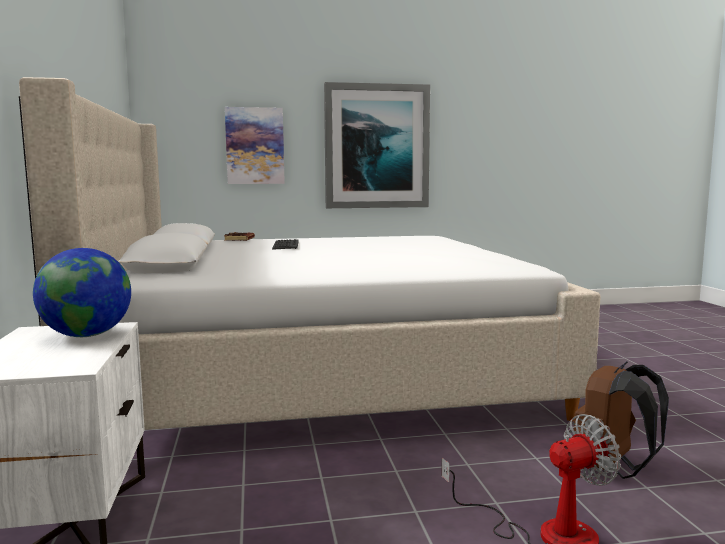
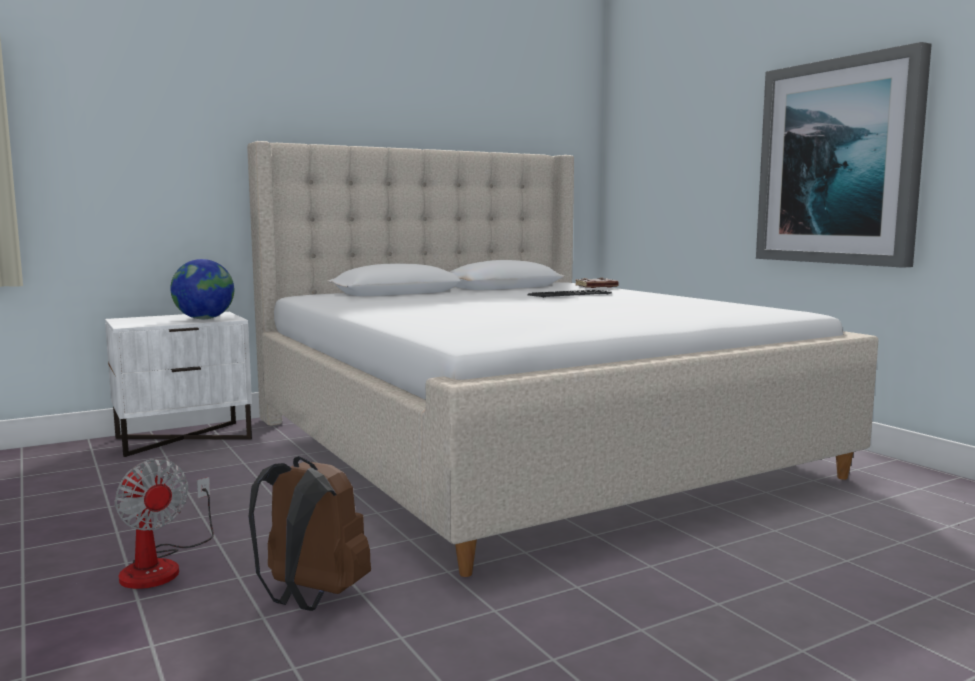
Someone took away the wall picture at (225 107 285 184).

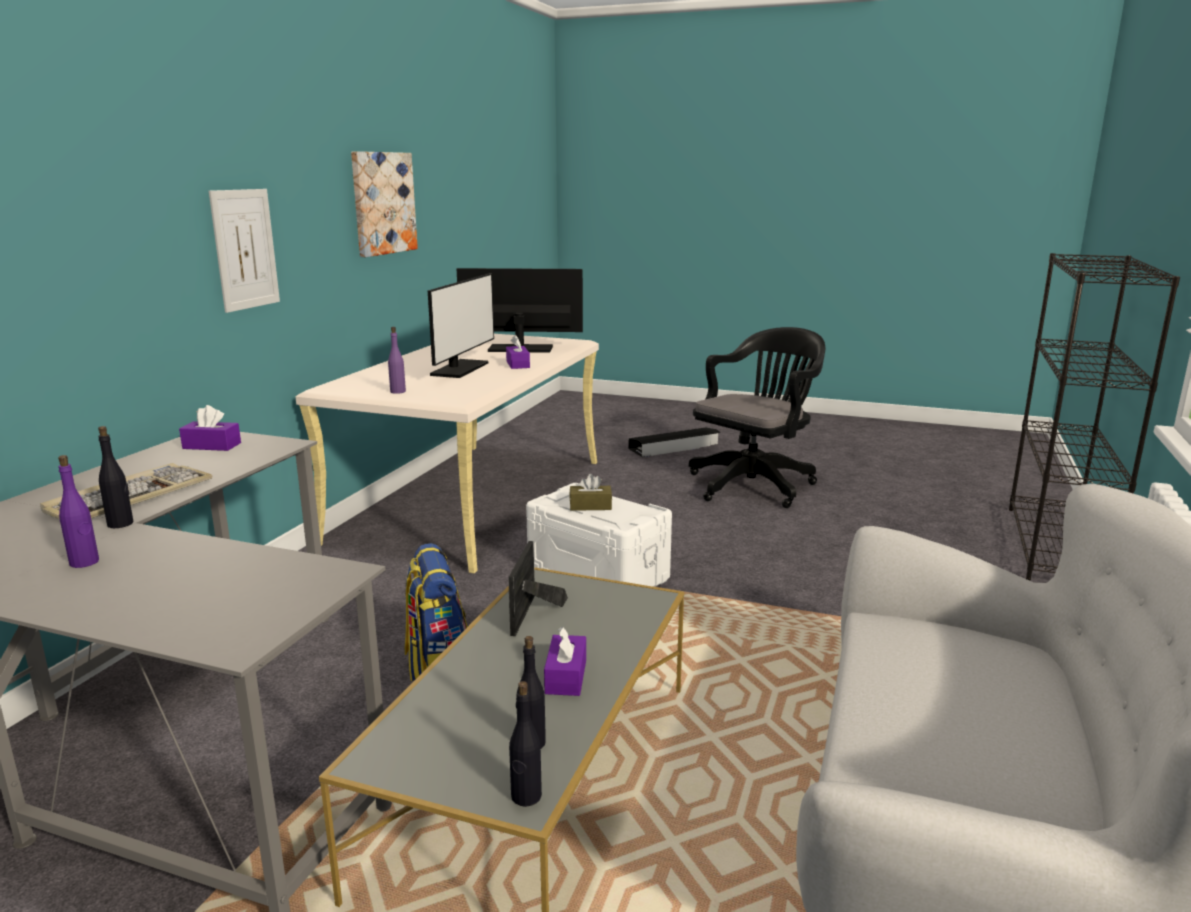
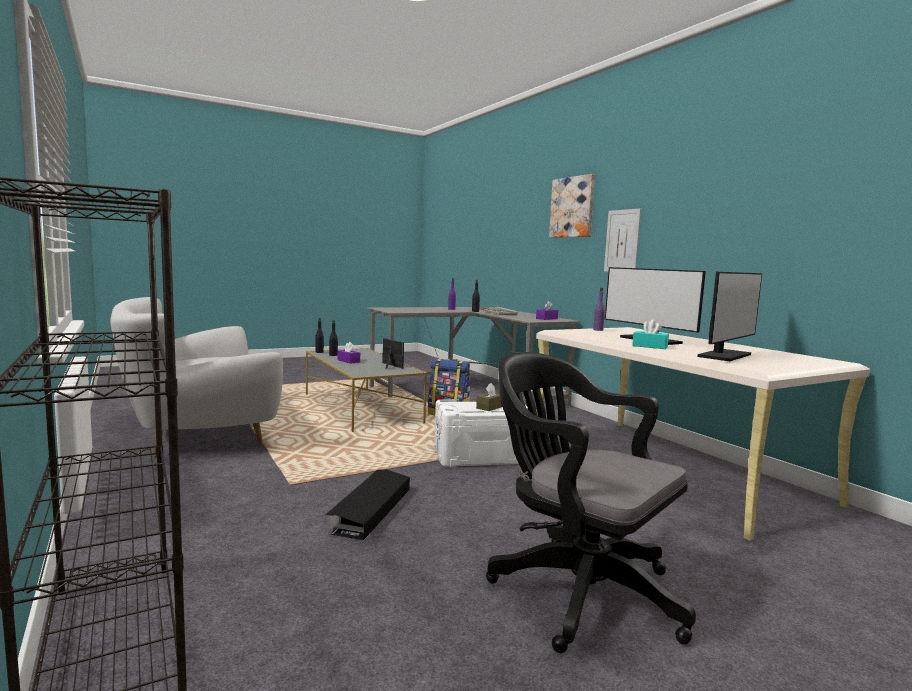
Someone carried the black-coloured storage container from (628 427 721 457) to (325 469 410 540).
Someone rotated the black-coloured computer chair at (689 327 825 508) by 135 degrees clockwise.
Someone carried the wall picture from (351 151 418 257) to (549 174 595 238).
Someone repainted the purplish tissue box at (506 335 530 369), which became the turquoise-coloured tissue box at (632 320 669 349).

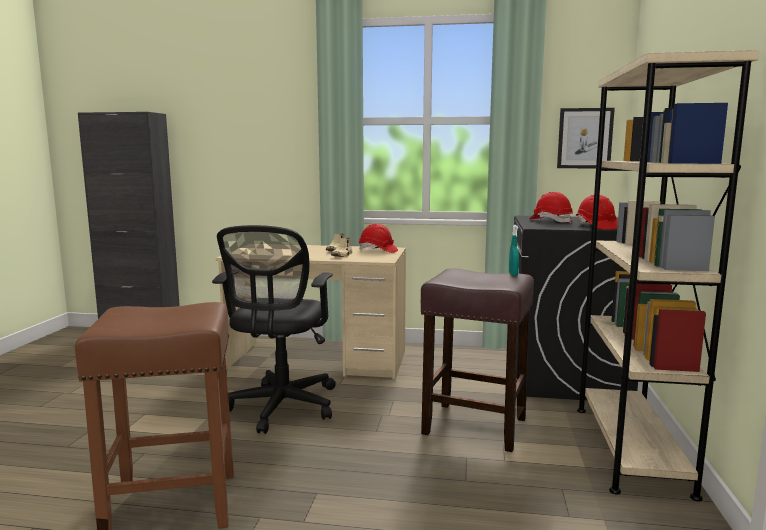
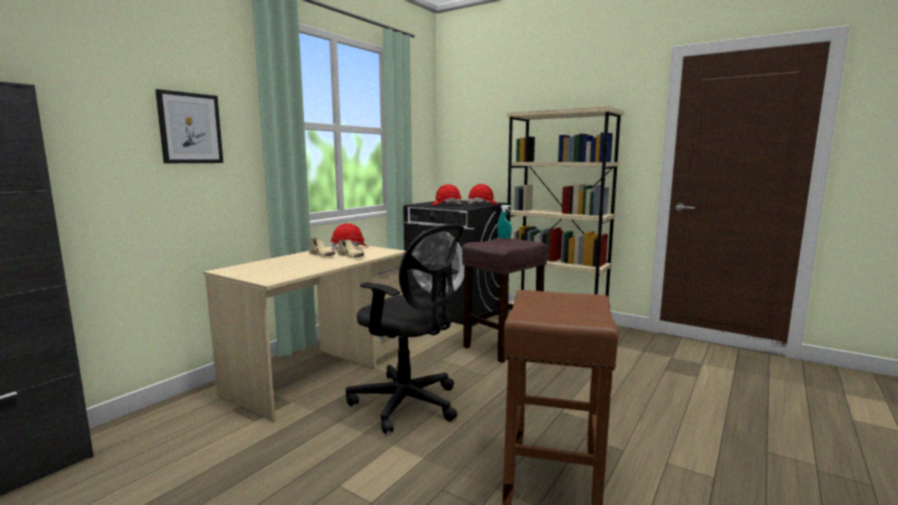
Someone carried the wall picture from (557 108 615 168) to (155 89 223 163).

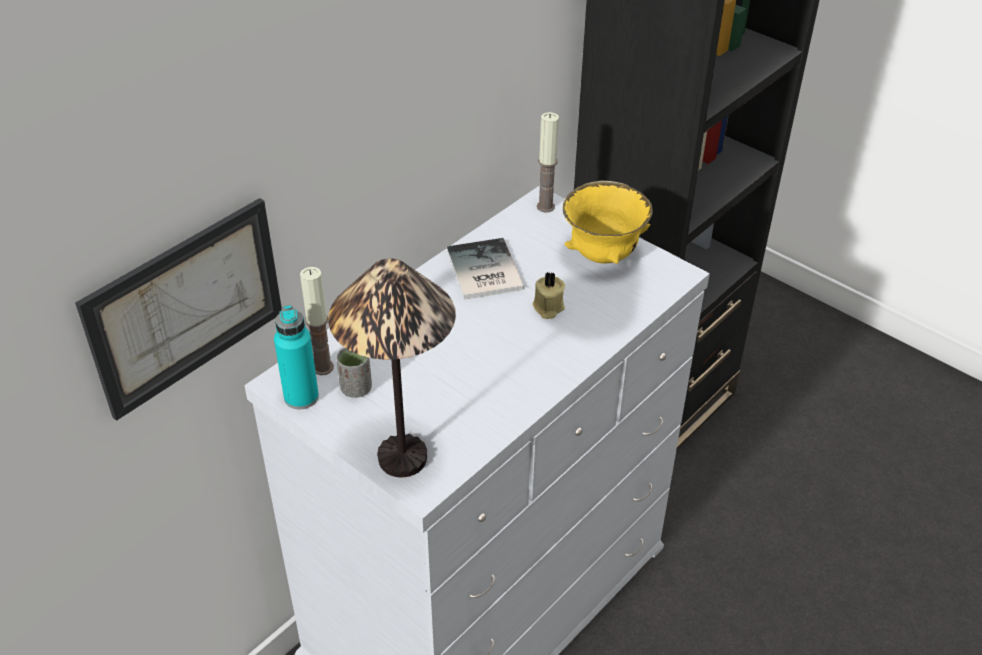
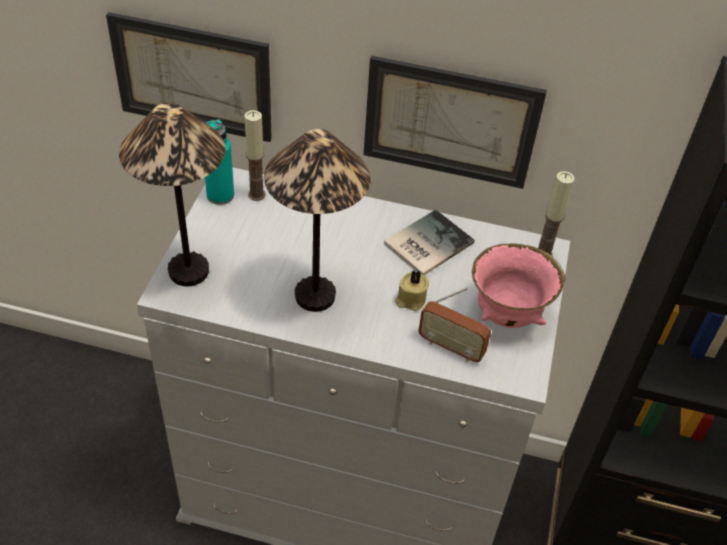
Someone put down the tabletop lamp at (264 129 371 312).
Someone put up the wall picture at (364 56 547 189).
Someone put down the radio set at (418 288 491 362).
Someone repainted the yellow serving bowl at (563 181 653 264), which became the pink-coloured serving bowl at (472 244 565 328).
Someone took away the greyish small cup at (336 347 372 398).

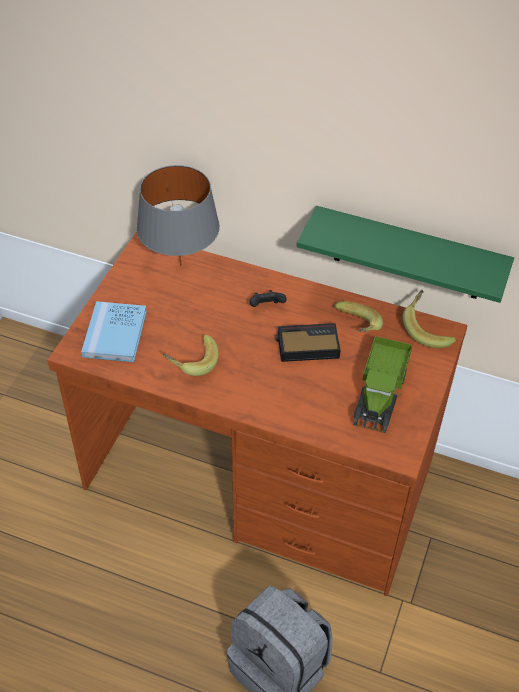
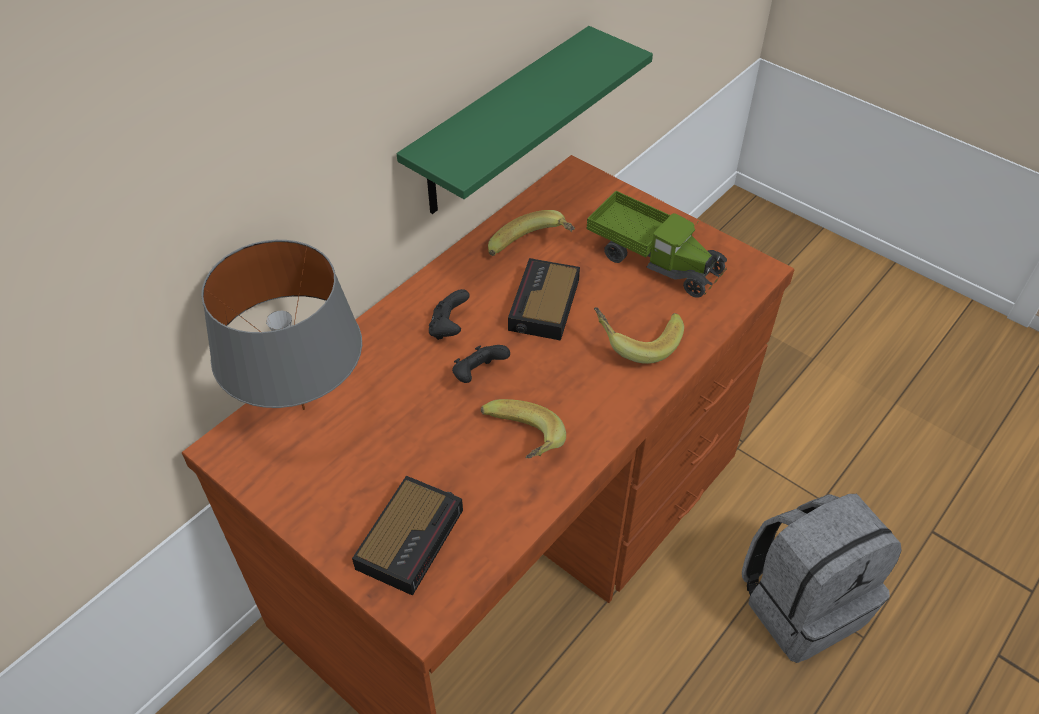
Someone swapped the bluish volume at (81 301 147 362) for the bedside clock at (352 476 463 596).
Someone put down the black-coloured joypad at (452 345 510 383).
Someone carried the banana from (403 289 456 348) to (594 307 684 364).

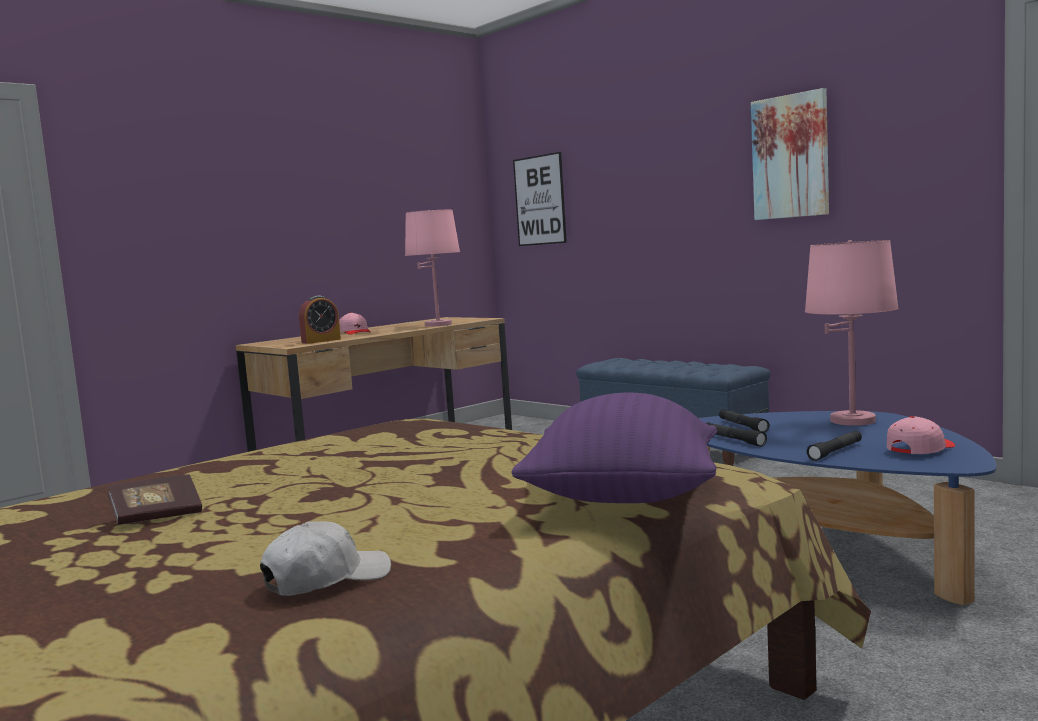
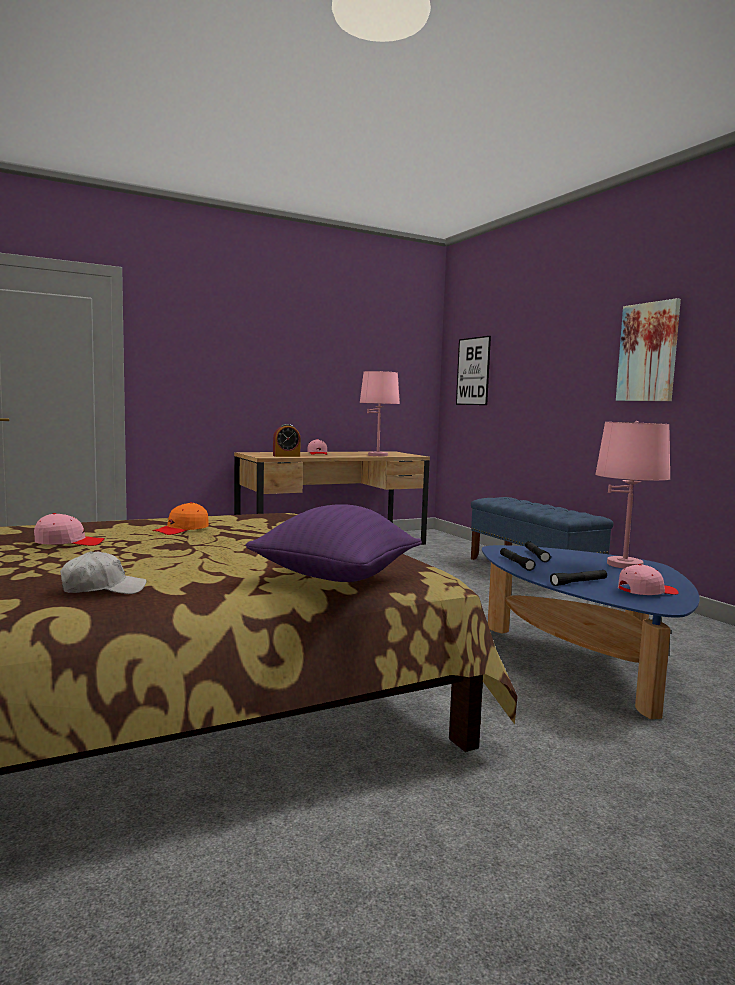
Someone swapped the volume at (108 474 202 525) for the pink-coloured peaked cap at (34 513 105 546).
Someone put down the orange-coloured peaked cap at (152 502 209 535).

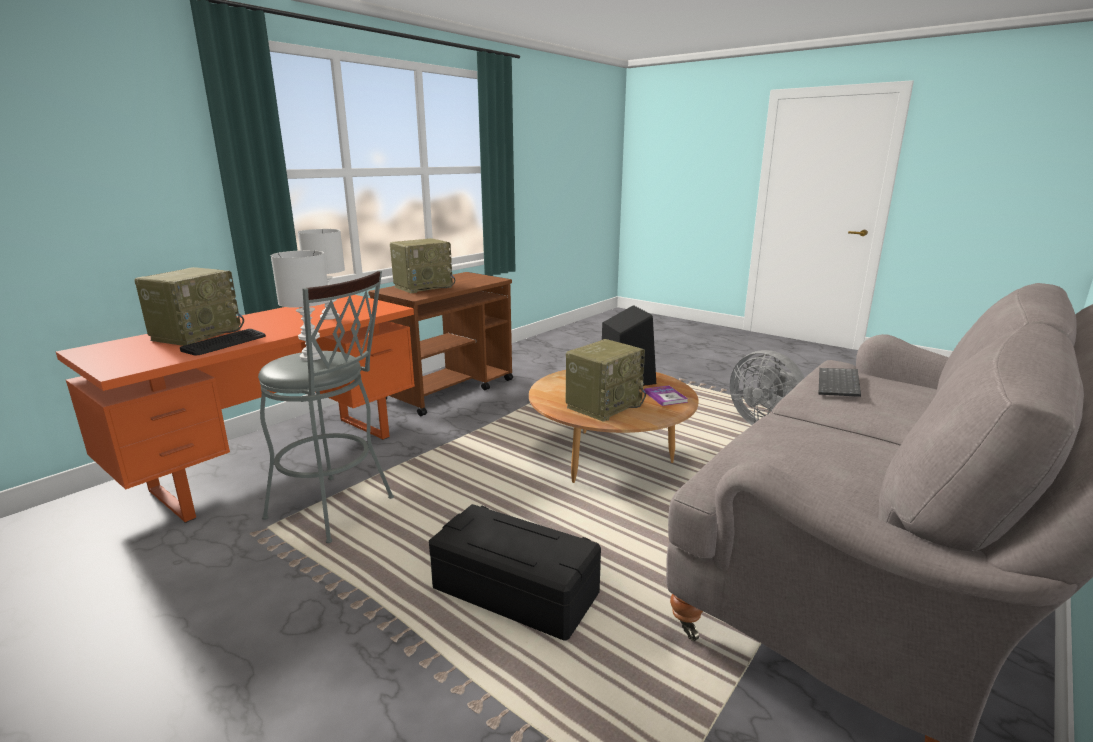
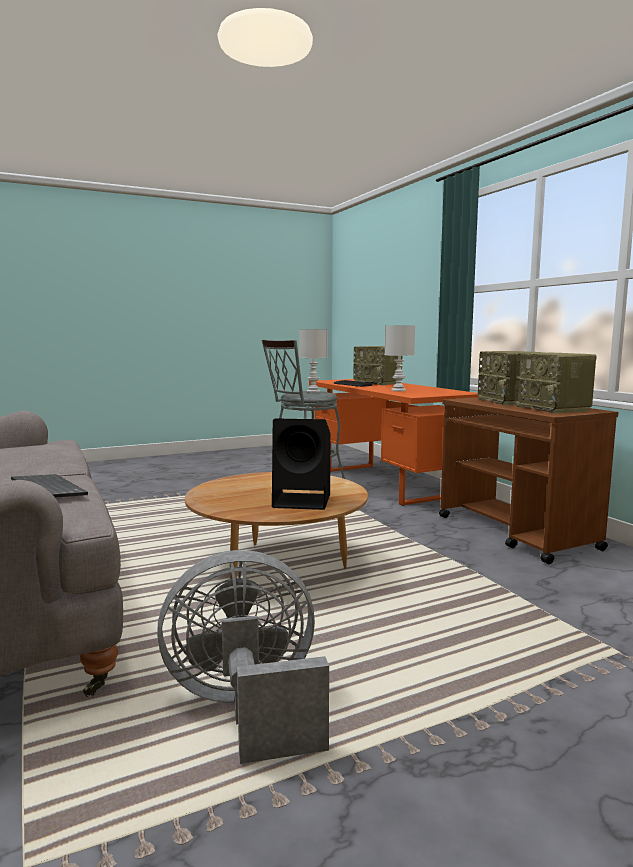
Someone carried the radio set from (566 339 646 422) to (515 353 597 413).
Someone took away the black-coloured storage container at (429 504 601 641).
Someone took away the volume at (644 385 688 406).

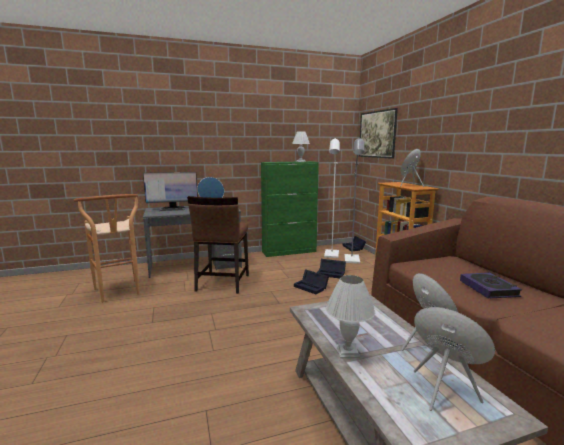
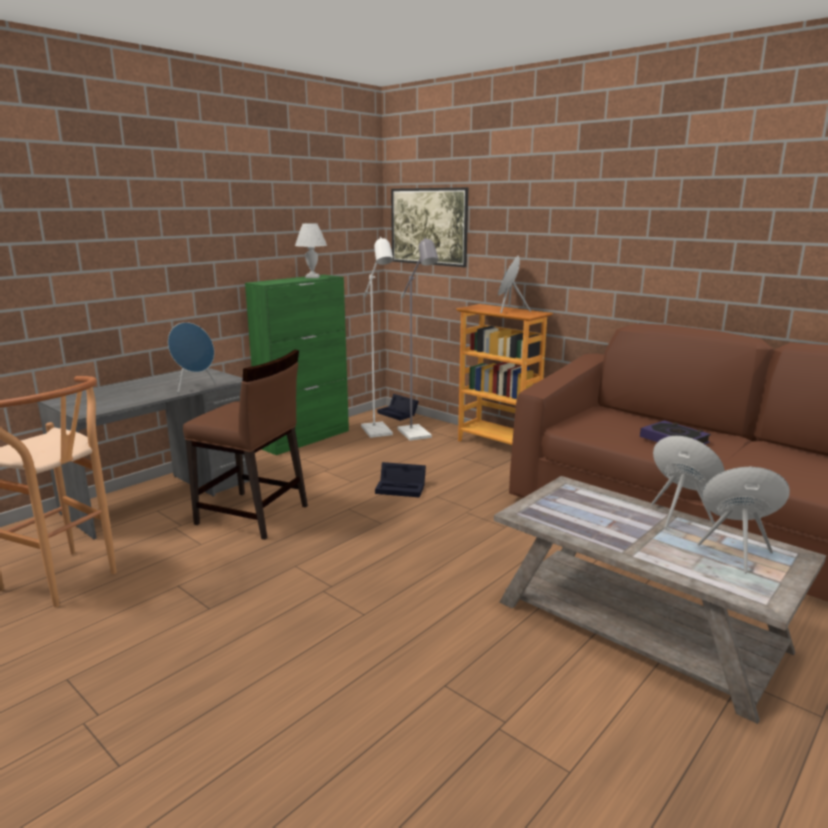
Someone rotated the brownish upright chair at (187 196 249 294) by 45 degrees counterclockwise.
Someone took away the monitor at (143 172 198 211).
Someone took away the black-coloured storage container at (317 259 346 279).
Someone took away the white tabletop lamp at (326 275 375 358).

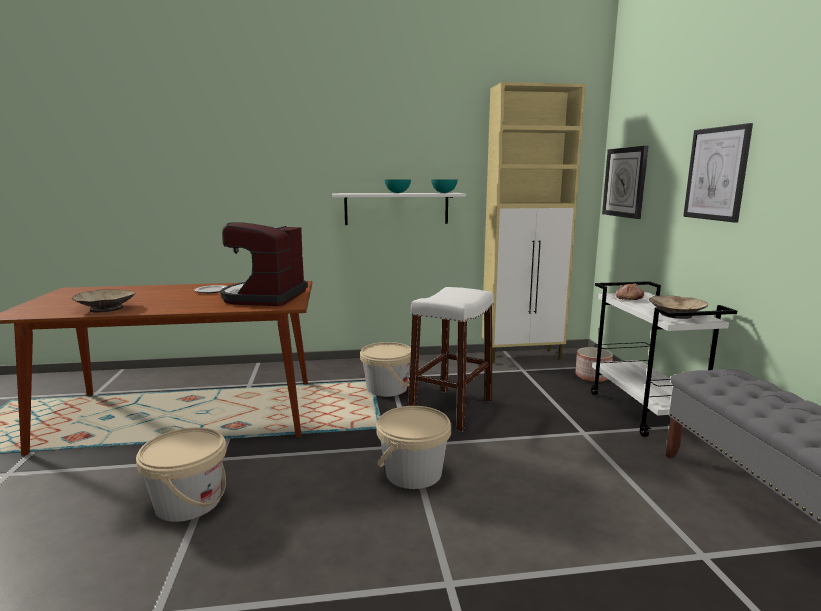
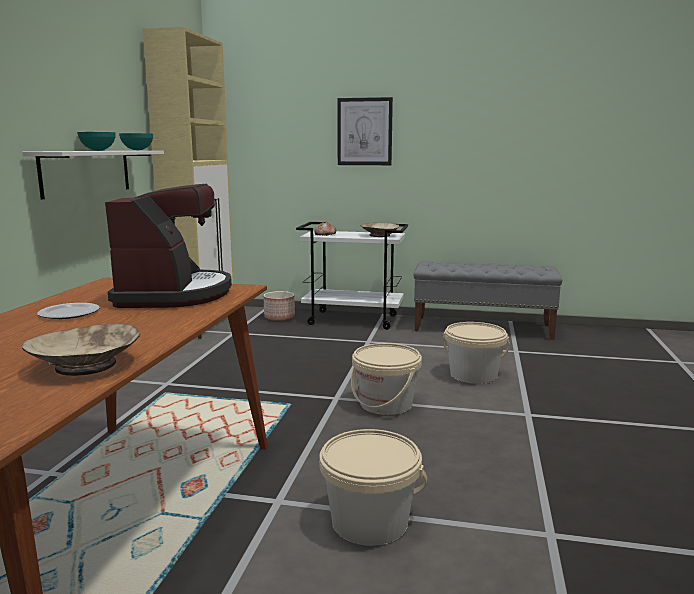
Someone rotated the coffee brewer at (220 222 308 306) by 120 degrees counterclockwise.
Someone carried the beige-coloured water bucket from (360 342 411 397) to (442 322 510 384).
Someone took away the white stool seat at (409 287 494 432).
Someone took away the clock on the wall at (602 146 648 219).

